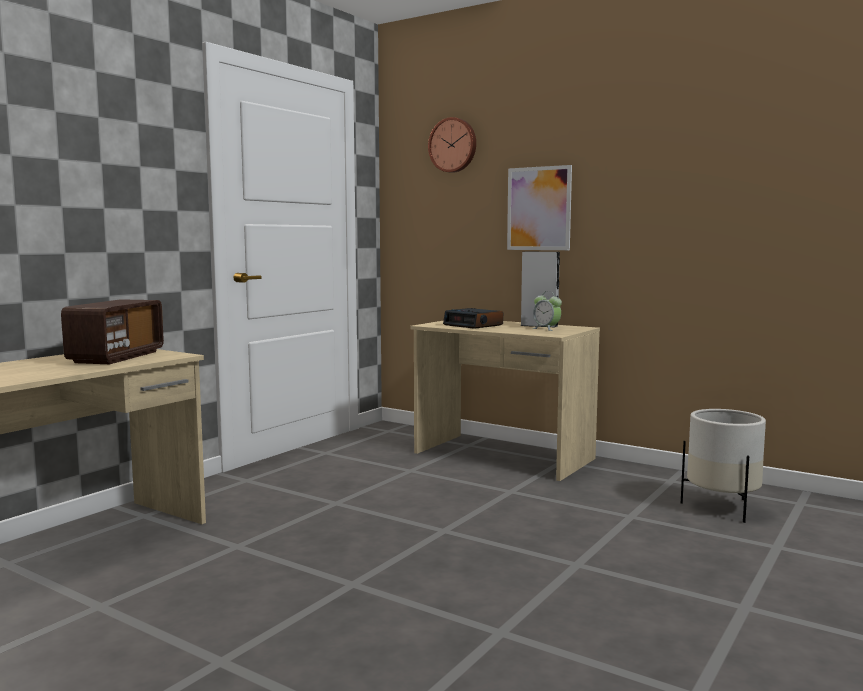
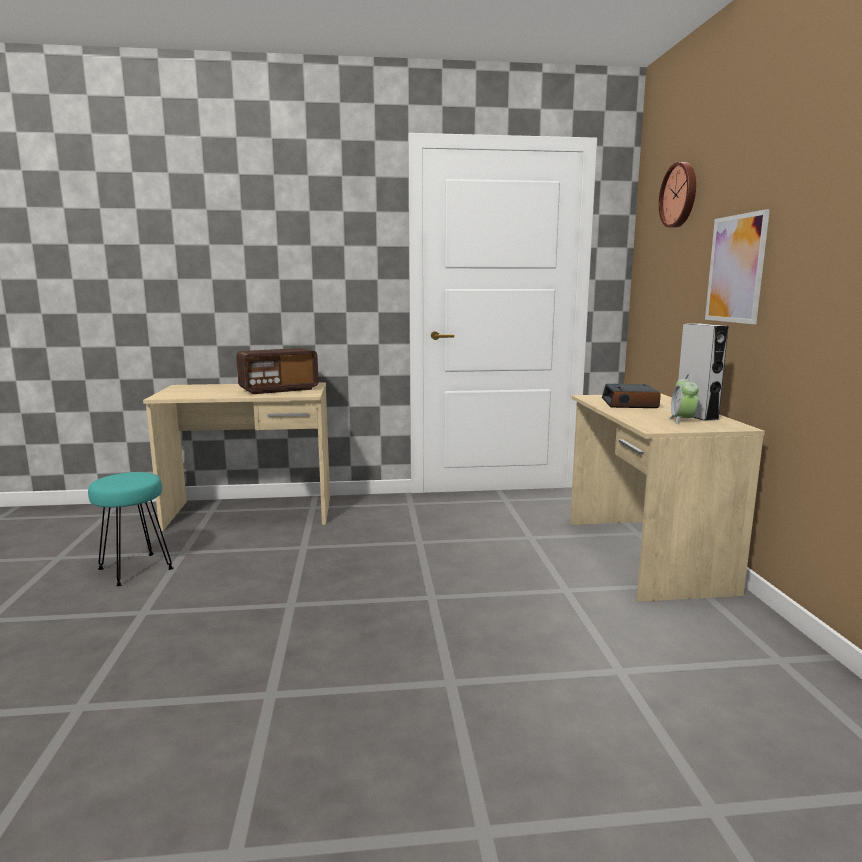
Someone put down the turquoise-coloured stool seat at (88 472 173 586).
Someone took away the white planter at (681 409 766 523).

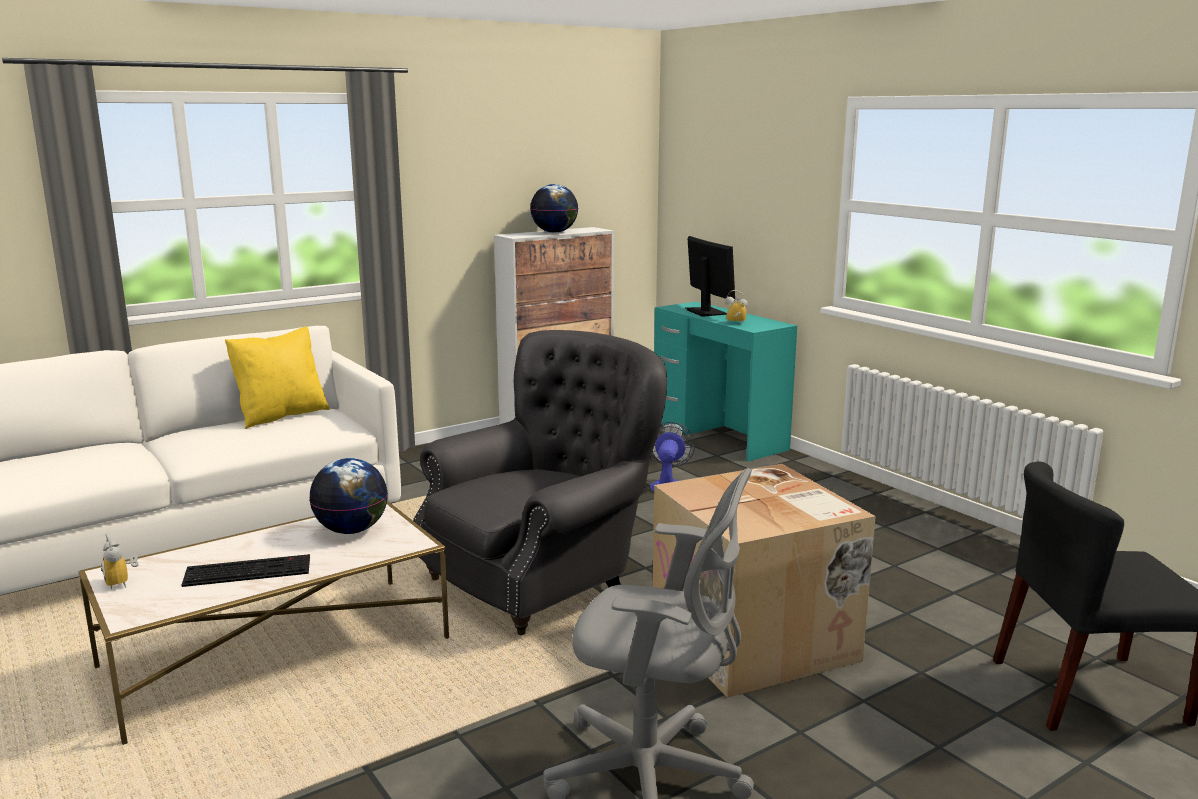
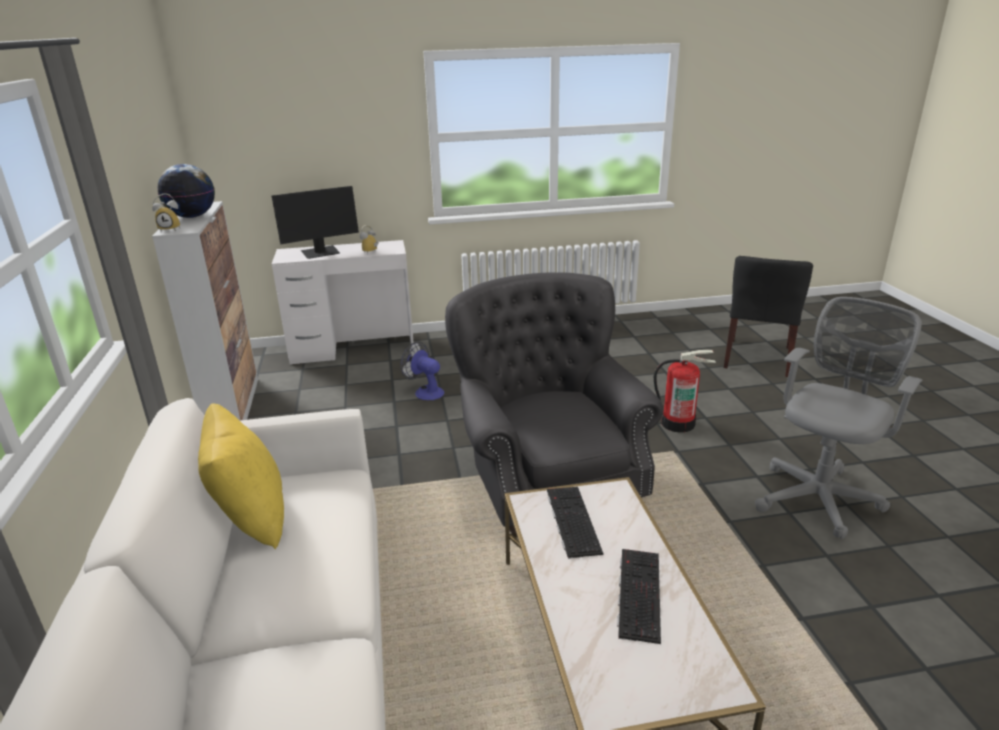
Someone carried the bedside clock from (101 533 139 589) to (152 193 180 232).
Someone rotated the monitor at (686 236 735 317) by 150 degrees clockwise.
Someone repainted the turquoise-coloured desk table at (654 302 797 461), which became the white desk table at (272 240 414 365).
Someone swapped the world globe at (309 458 388 534) for the PC keyboard at (547 487 603 559).
Someone swapped the carton at (653 464 876 698) for the fire extinguisher at (654 349 716 433).

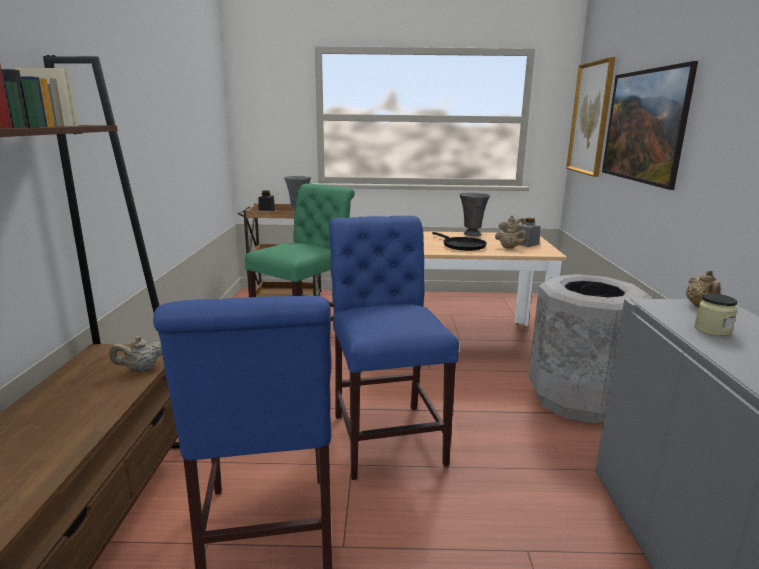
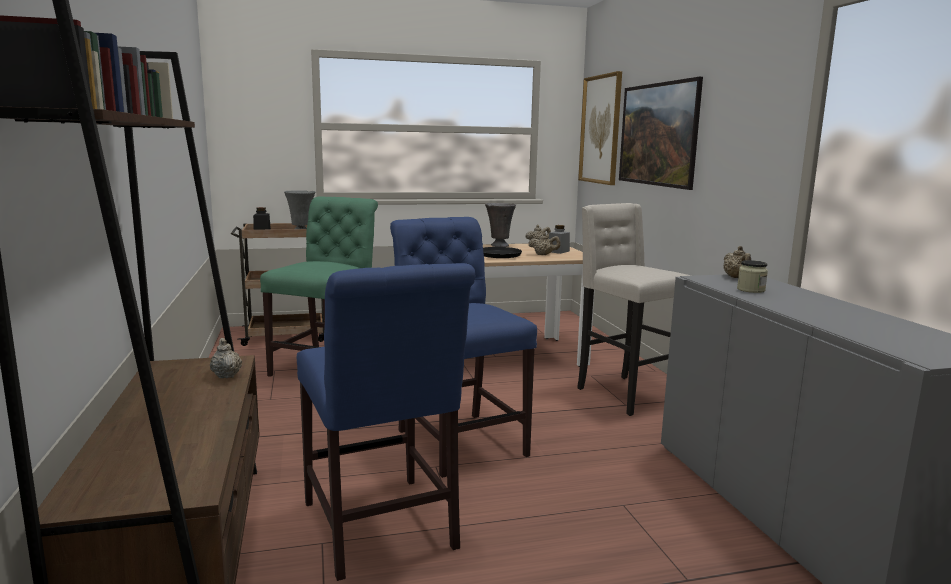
Someone rotated the beige-coloured teapot at (109 336 163 372) by 105 degrees clockwise.
Someone swapped the greyish trash can at (528 274 652 423) for the beige-coloured stool seat at (578 203 691 416).

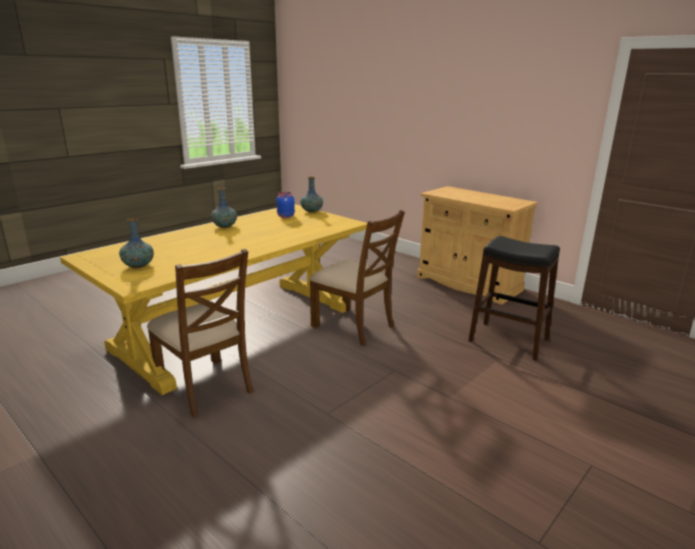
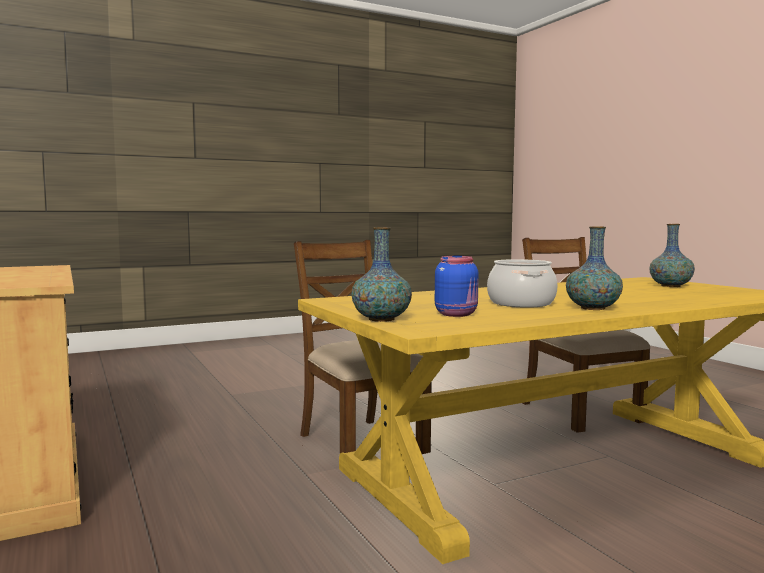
Someone put down the stockpot at (487 259 558 308).
Someone took away the black-coloured stool seat at (468 236 560 361).

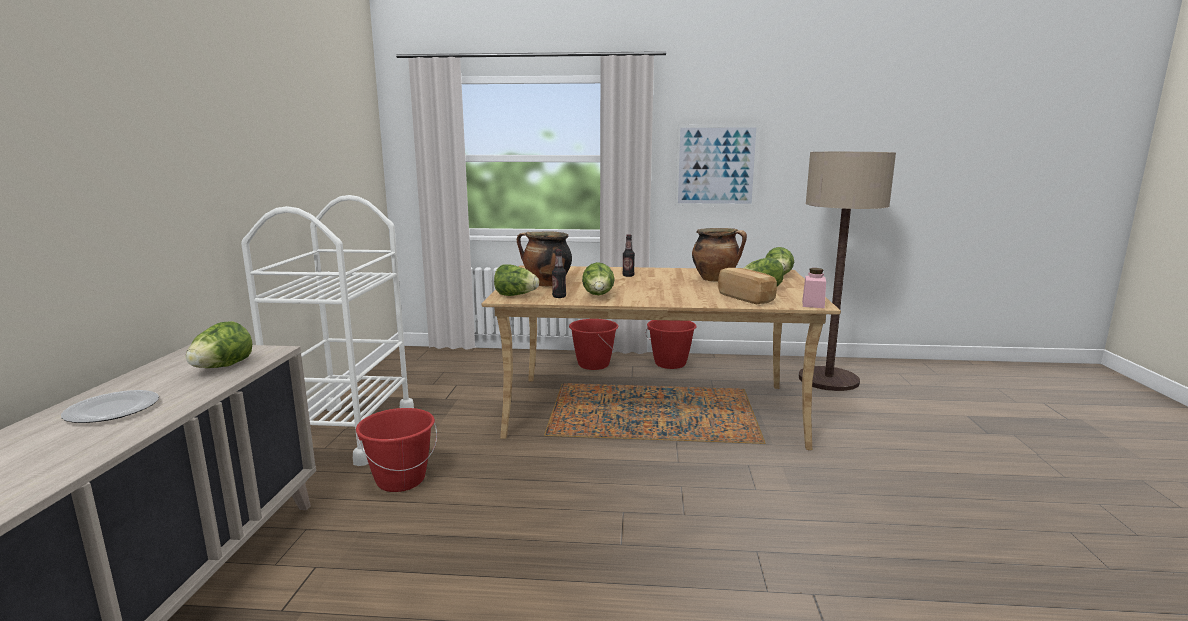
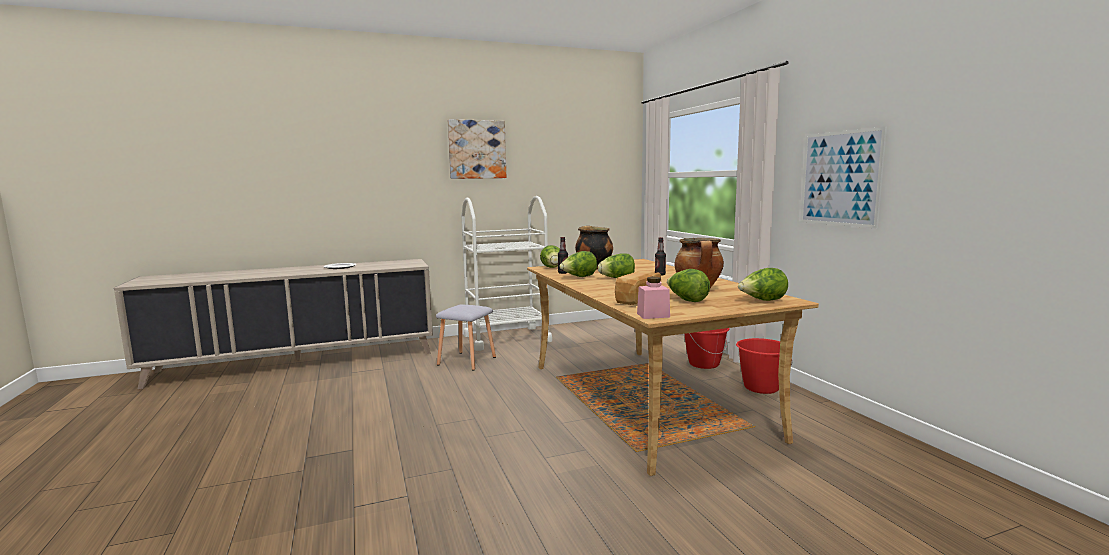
Someone swapped the reddish water bucket at (356 408 437 492) for the greyish stool seat at (436 305 496 371).
Someone put up the wall picture at (448 119 506 179).
Someone carried the lettuce head from (186 321 252 368) to (598 253 635 278).
Someone took away the floor lamp at (799 152 896 391).

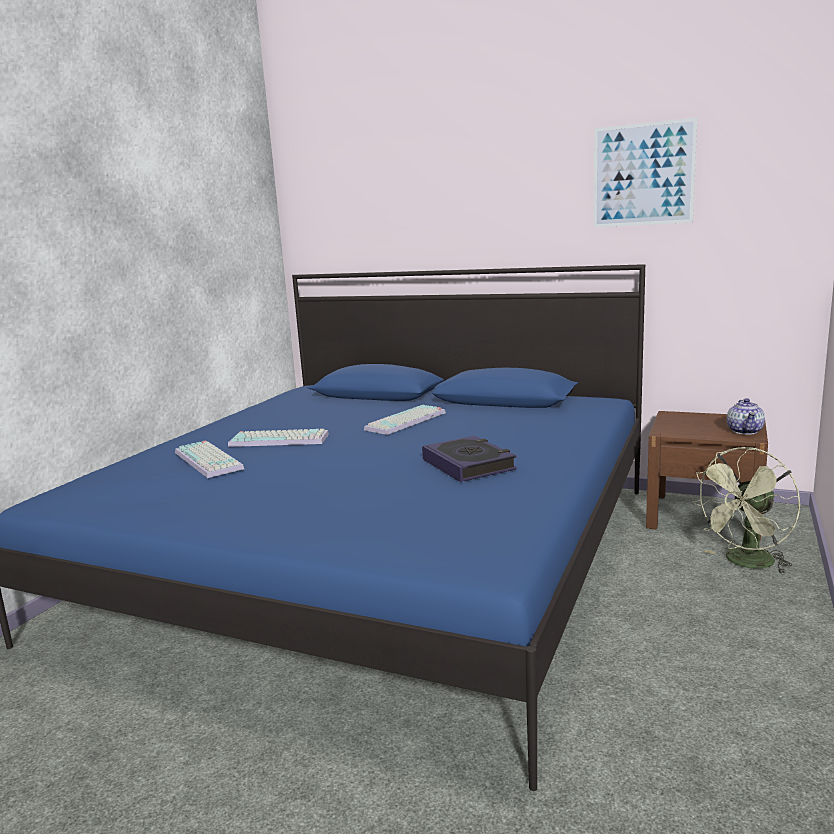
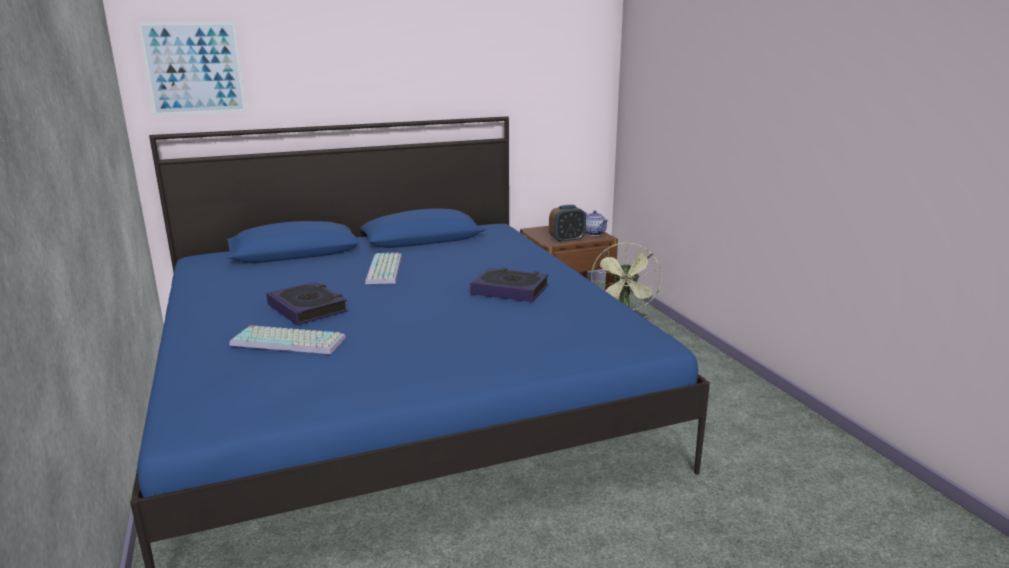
Someone carried the wall picture from (593 117 697 228) to (138 22 246 116).
Someone swapped the PC keyboard at (228 429 329 447) for the volume at (266 281 348 325).
Someone put down the bedside clock at (549 205 586 243).

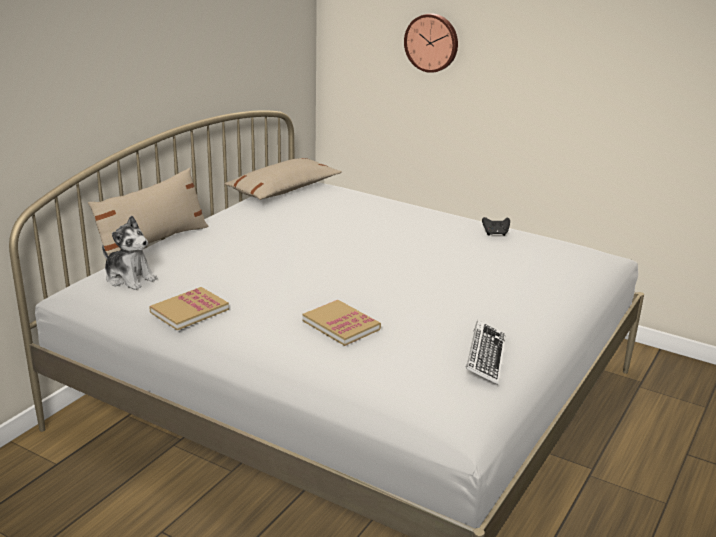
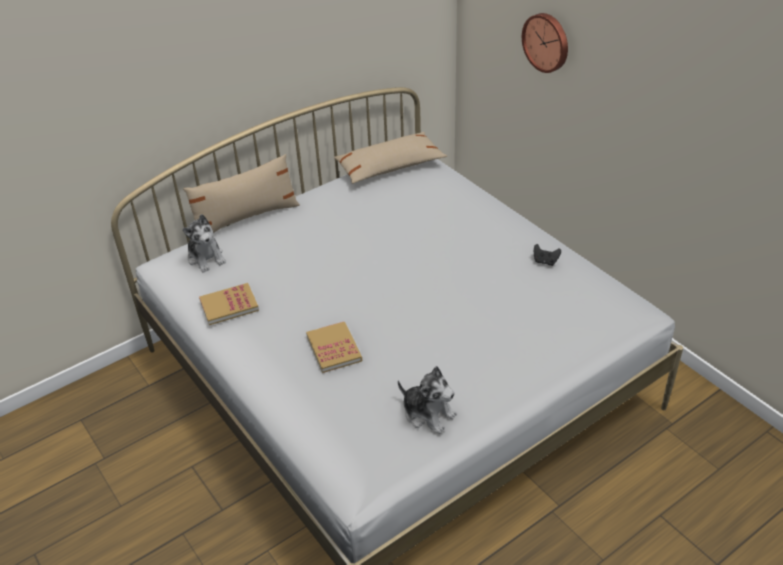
Someone swapped the PC keyboard at (465 320 506 385) for the plush toy at (398 366 457 434).

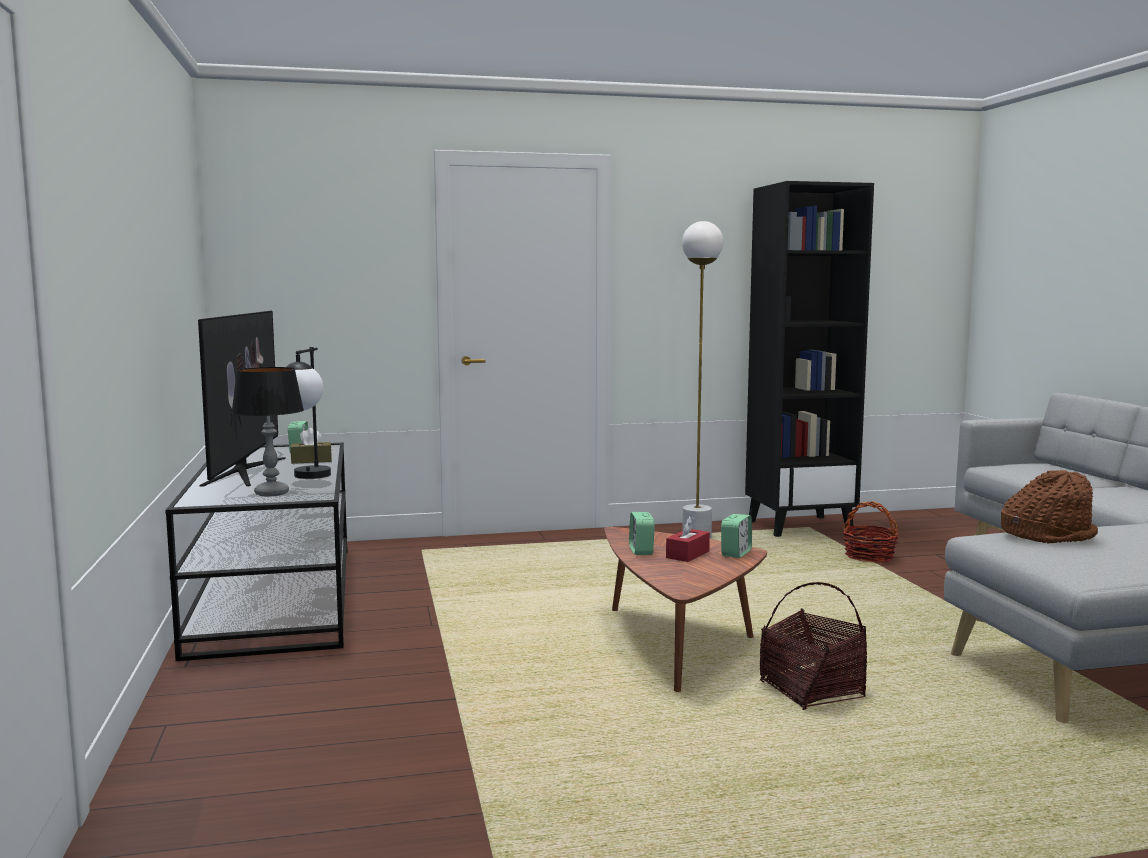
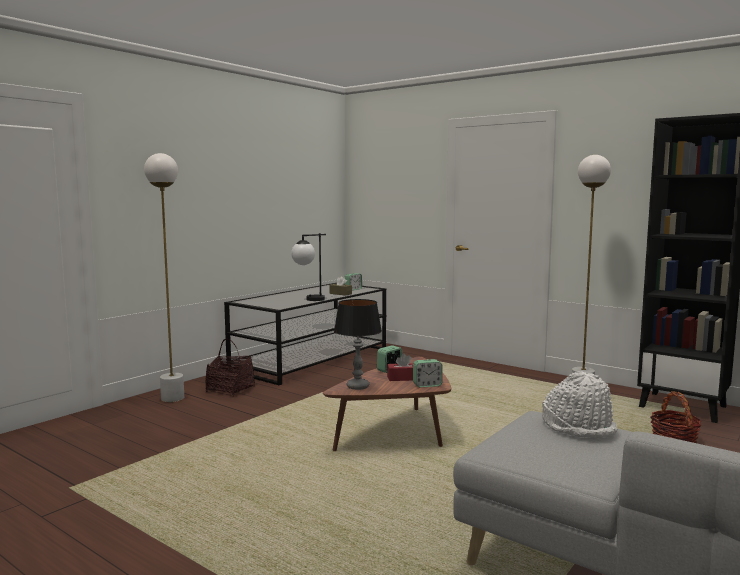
Someone put down the white floor lamp at (144 153 184 402).
Someone carried the basket from (760 582 867 710) to (206 339 255 396).
Someone carried the tabletop lamp from (231 367 304 496) to (334 299 382 390).
Someone repainted the brownish hat at (1001 470 1098 543), which became the white hat at (542 371 617 439).
Someone took away the TV set at (198 311 286 487).

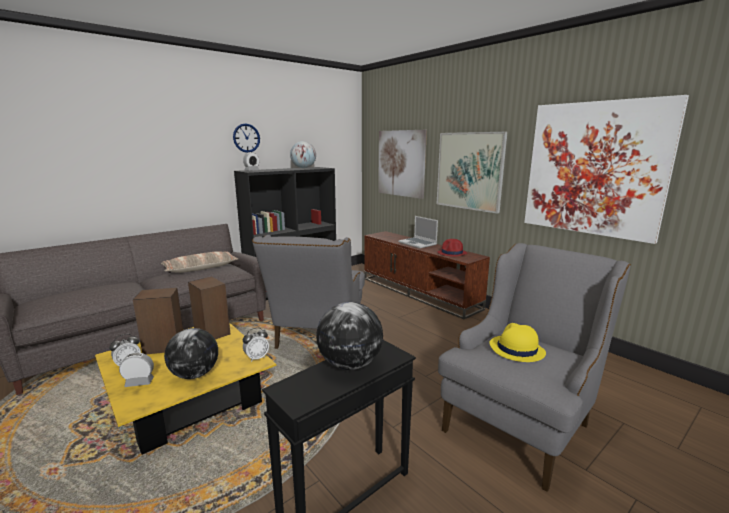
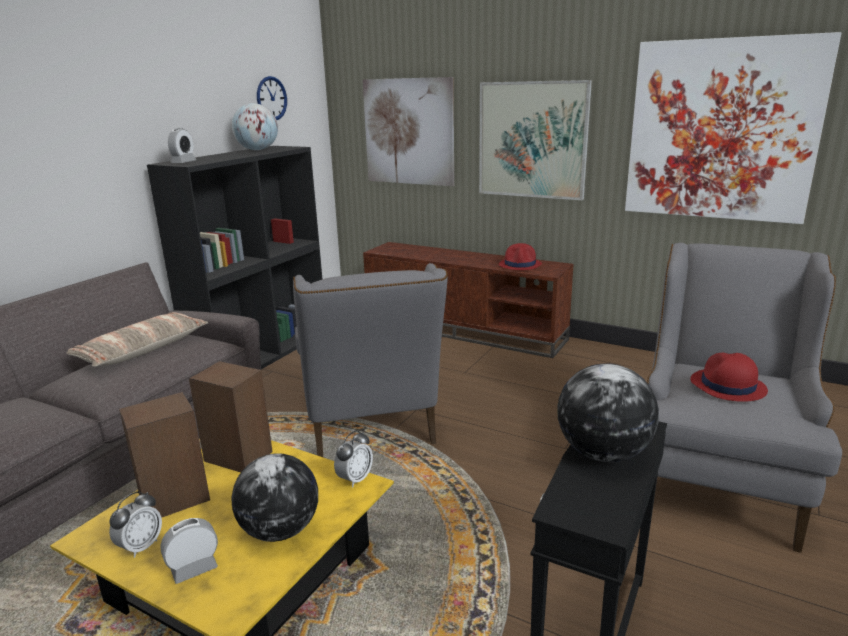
Someone carried the clock on the wall from (233 123 260 153) to (257 76 287 120).
Someone repainted the yellow hat at (489 323 546 362), which became the reddish hat at (690 353 768 402).
Someone took away the laptop at (398 216 438 249).

